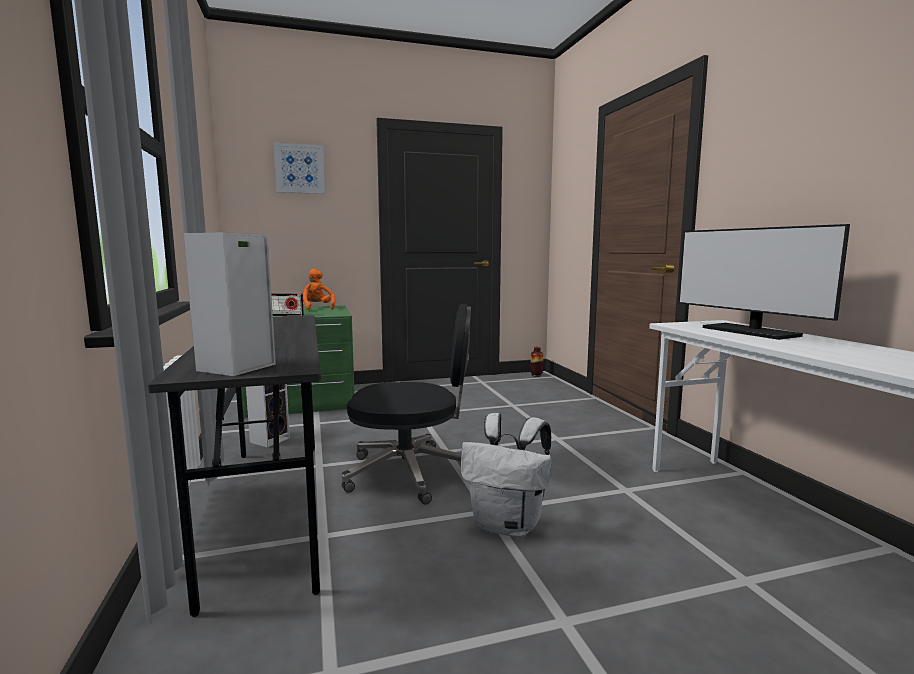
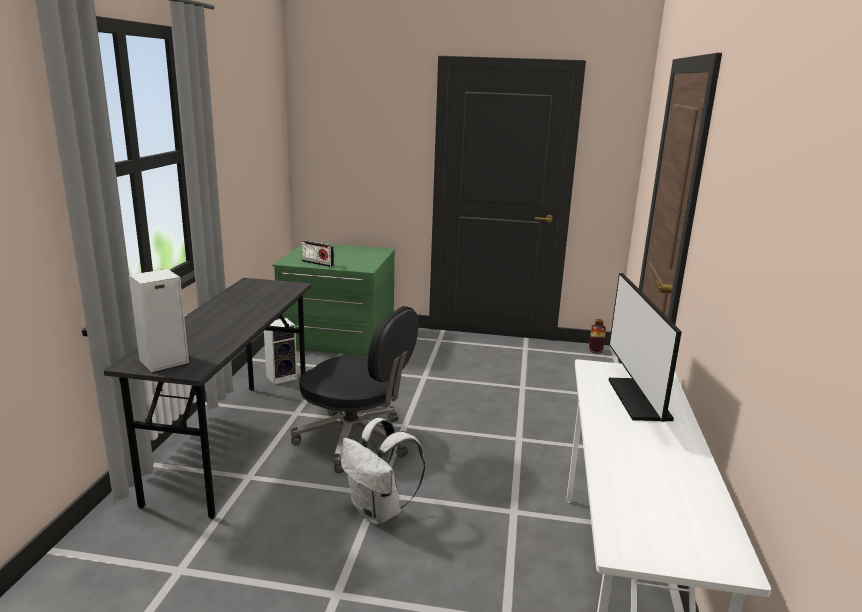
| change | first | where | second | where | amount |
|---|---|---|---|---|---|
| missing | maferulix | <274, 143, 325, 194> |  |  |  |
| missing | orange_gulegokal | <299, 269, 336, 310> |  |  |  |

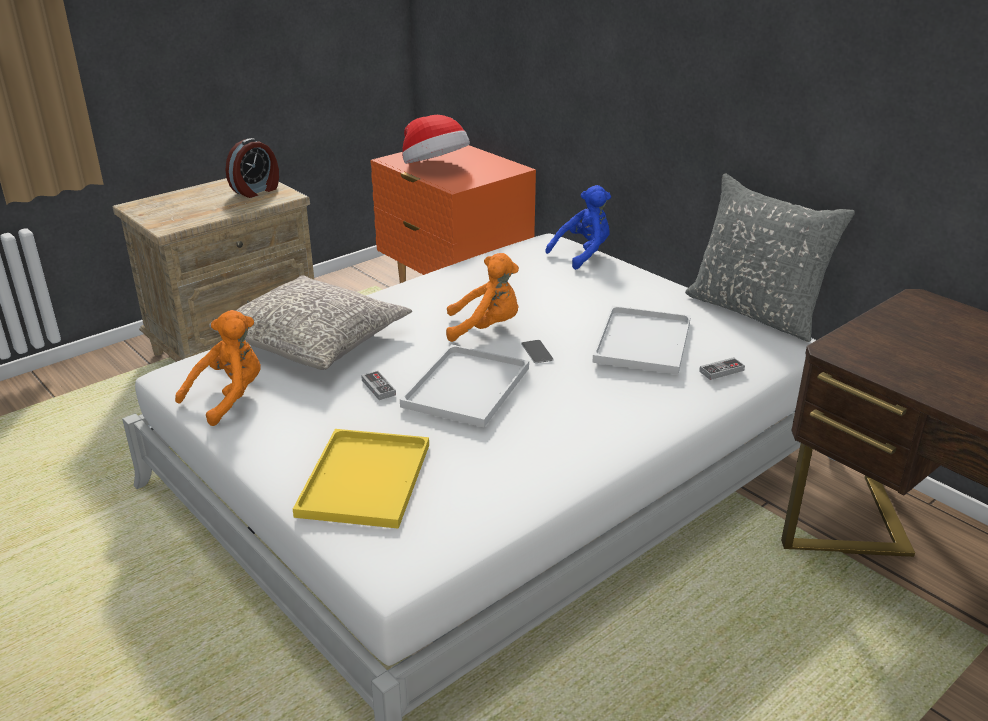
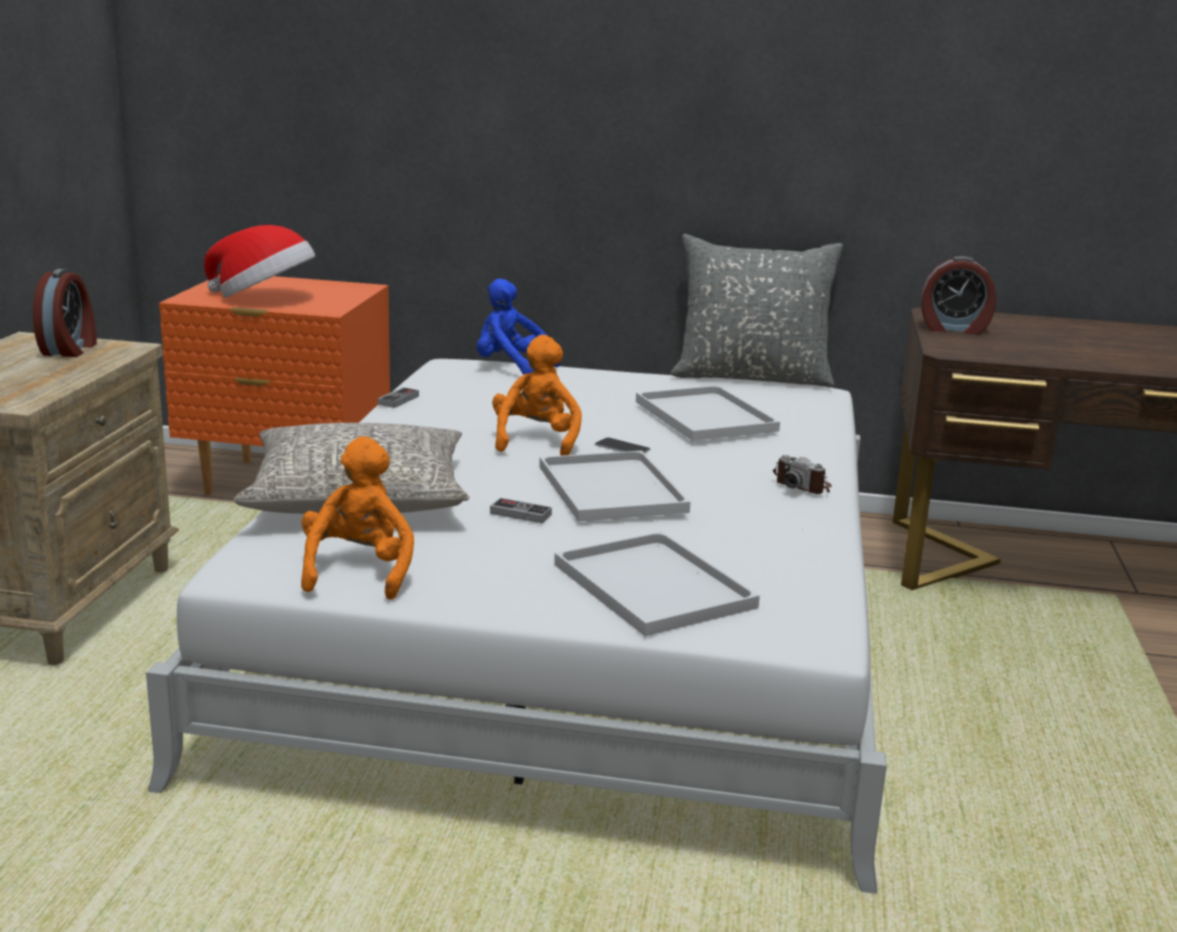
| change | first | where | second | where | amount |
|---|---|---|---|---|---|
| spun | blue_gulegokal | <545, 185, 611, 270> |  | <476, 278, 561, 375> | 75 degrees counterclockwise |
| spun | orange_gulegokal | <446, 253, 519, 342> |  | <492, 335, 582, 456> | 45 degrees counterclockwise |
| relocated | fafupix | <699, 357, 745, 380> |  | <378, 387, 419, 408> |  |
| colour | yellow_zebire | <293, 429, 429, 529> | white_zebire | <554, 531, 760, 636> |  |
| appeared |  |  | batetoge | <920, 256, 996, 335> |  |
| appeared |  |  | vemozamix | <773, 455, 832, 494> |  |

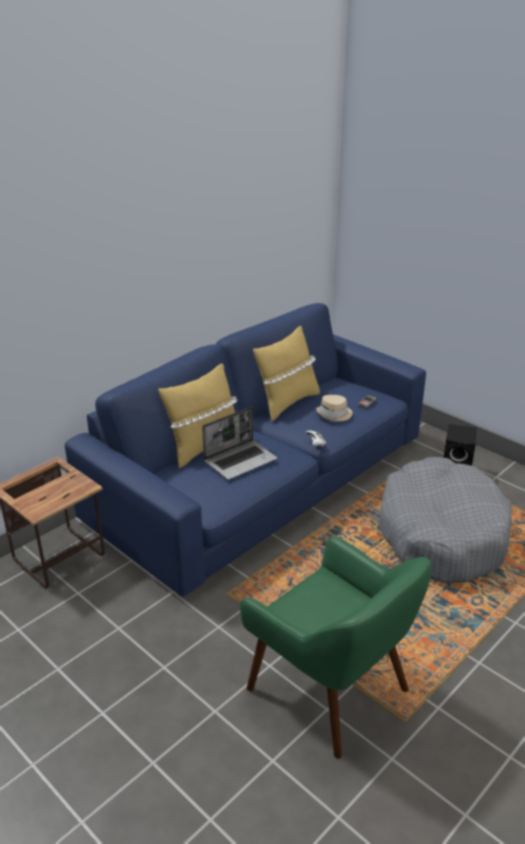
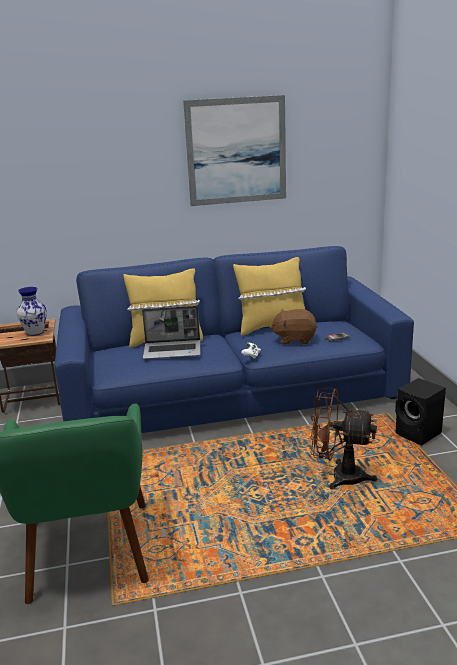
| change | first | where | second | where | amount |
|---|---|---|---|---|---|
| exchanged | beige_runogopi | <316, 395, 353, 422> | brown_gulegokal | <270, 309, 317, 345> |  |
| exchanged | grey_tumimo | <377, 457, 512, 584> | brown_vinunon | <310, 388, 377, 490> |  |
| appeared |  |  | maferulix | <183, 95, 286, 206> |  |
| appeared |  |  | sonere | <16, 287, 47, 336> |  |

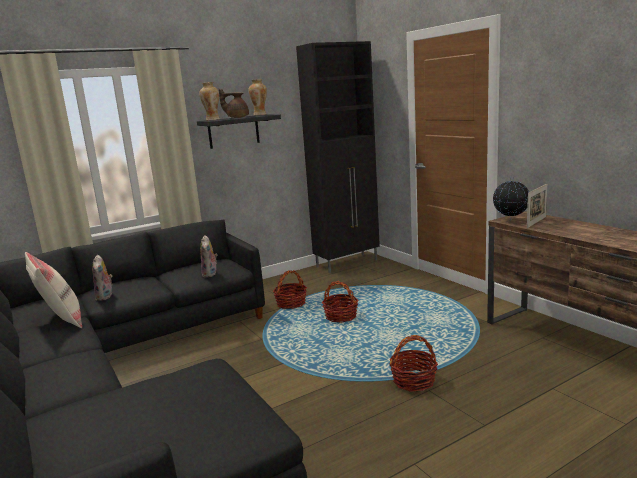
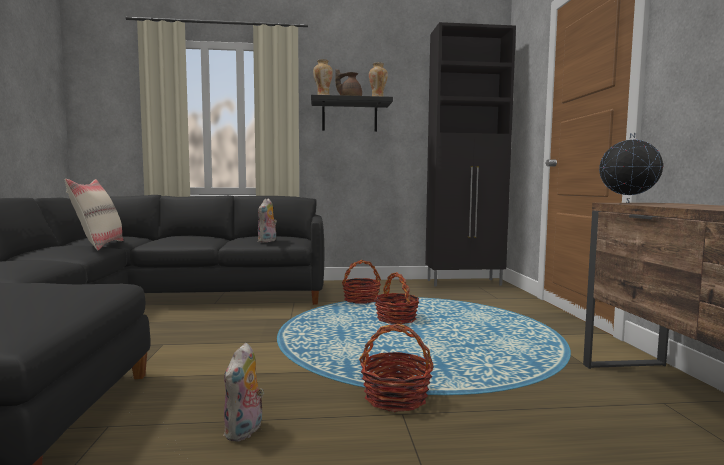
| change | first | where | second | where | amount |
|---|---|---|---|---|---|
| missing | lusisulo | <527, 184, 547, 228> |  |  |  |
| relocated | gulegokal | <92, 255, 113, 301> |  | <223, 343, 264, 442> |  |

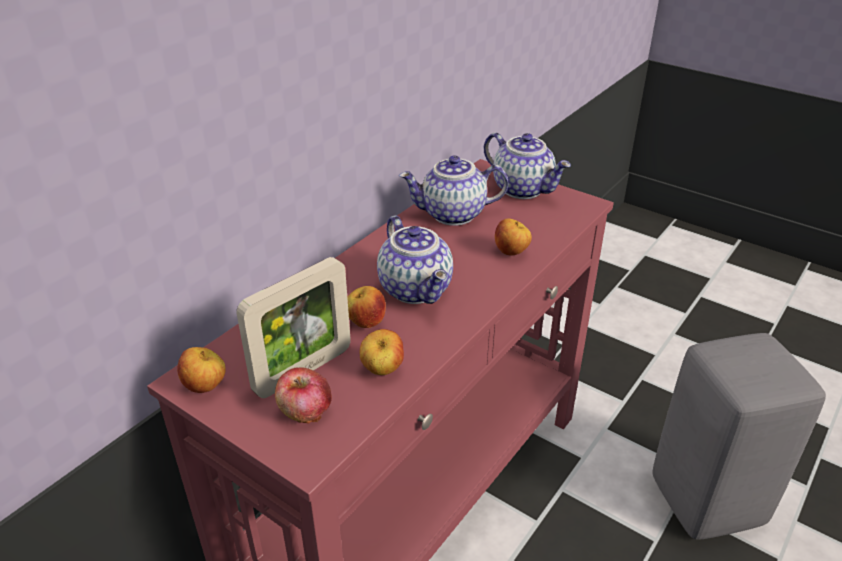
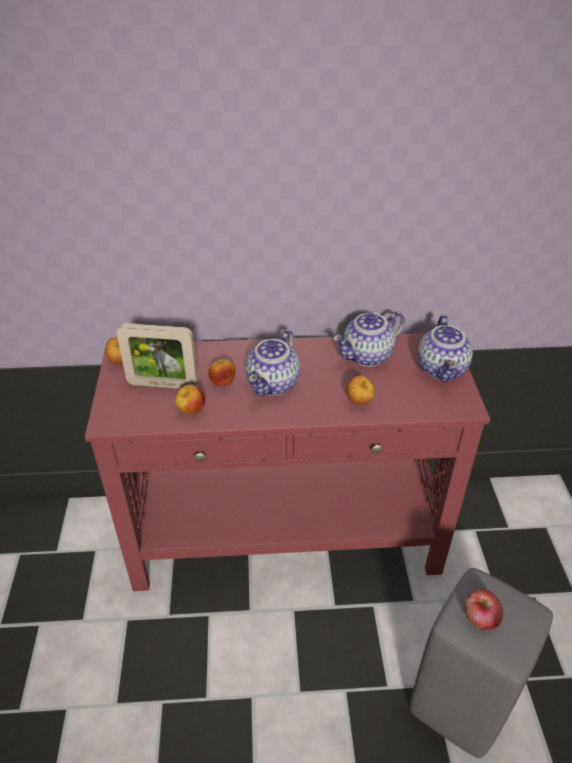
| change | first | where | second | where | amount |
|---|---|---|---|---|---|
| spun | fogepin | <399, 155, 508, 226> |  | <333, 312, 405, 367> | 75 degrees counterclockwise |
| relocated | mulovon | <275, 368, 332, 424> |  | <465, 589, 503, 631> |  |

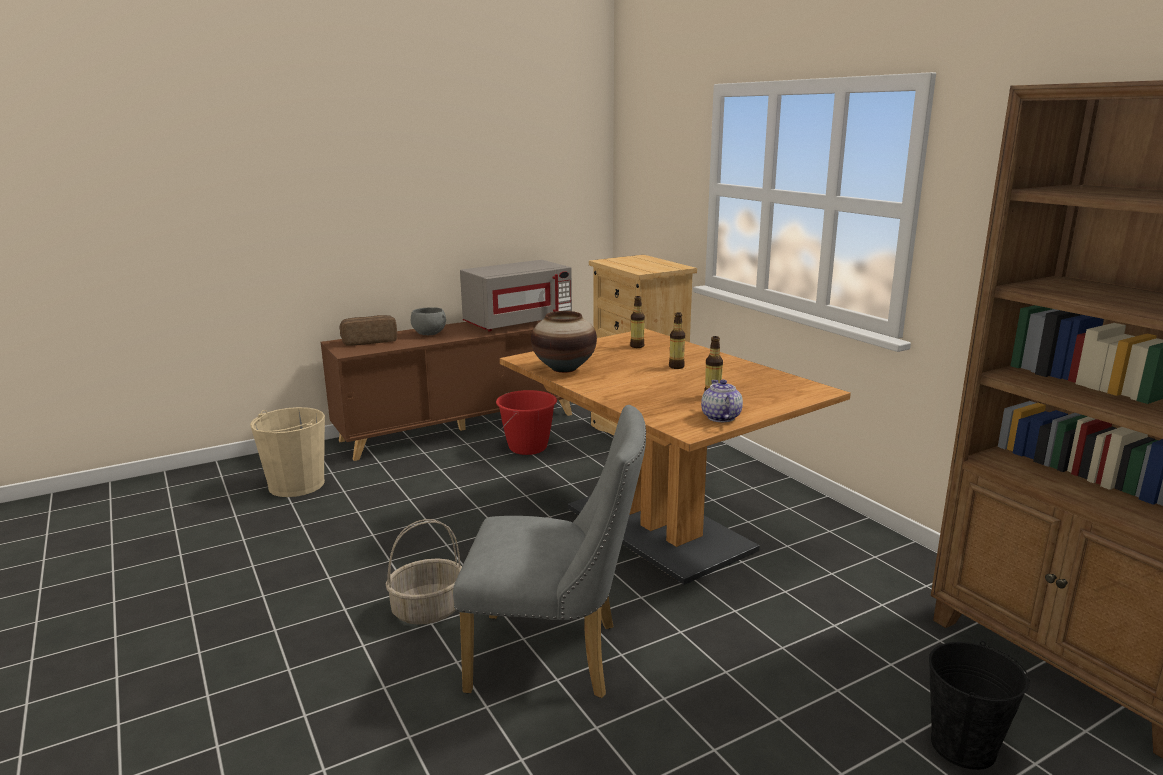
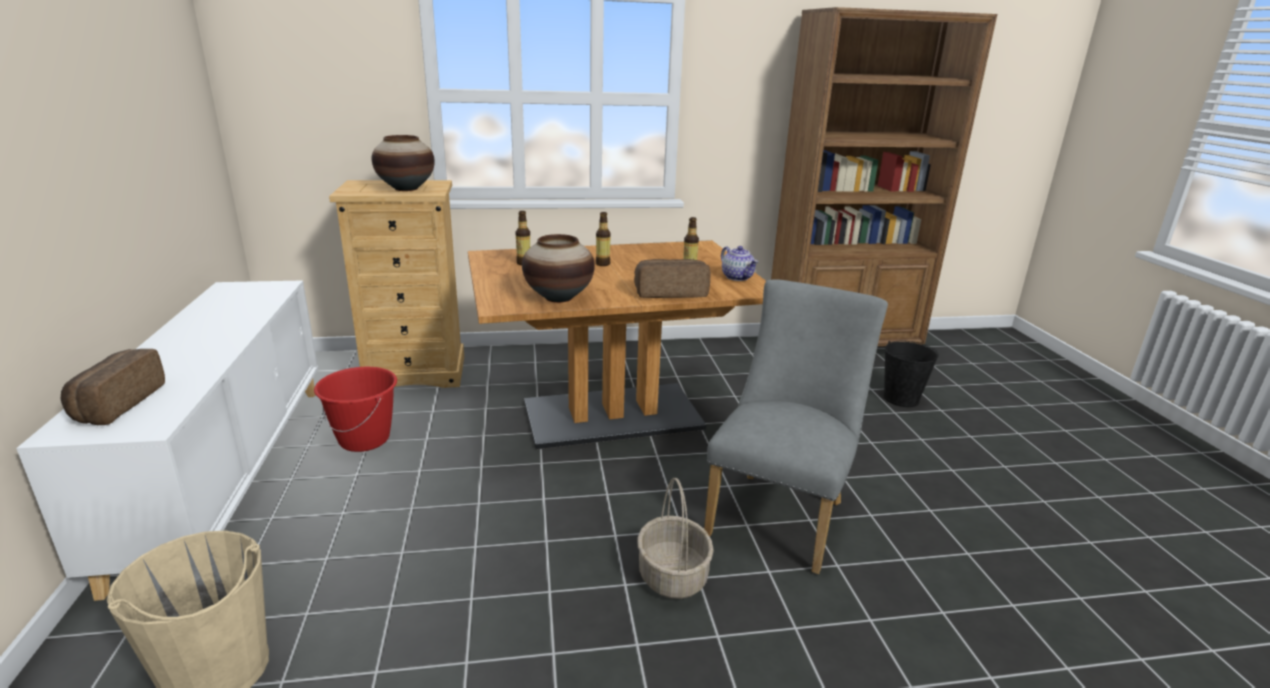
| change | first | where | second | where | amount |
|---|---|---|---|---|---|
| missing | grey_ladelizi | <460, 260, 572, 331> |  |  |  |
| missing | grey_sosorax | <411, 307, 446, 335> |  |  |  |
| colour | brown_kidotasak | <321, 320, 572, 461> | white_kidotasak | <16, 280, 318, 601> |  |
| spun | fogepin | <701, 380, 743, 422> |  | <721, 246, 759, 281> | 135 degrees counterclockwise |
| appeared |  |  | sonere | <372, 135, 435, 191> |  |
| appeared |  |  | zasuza | <634, 259, 710, 298> |  |

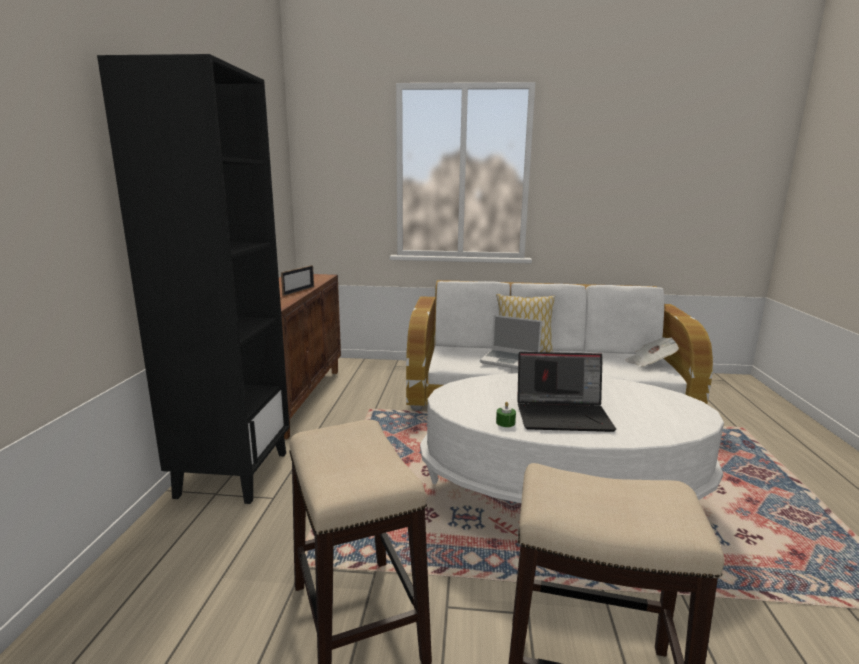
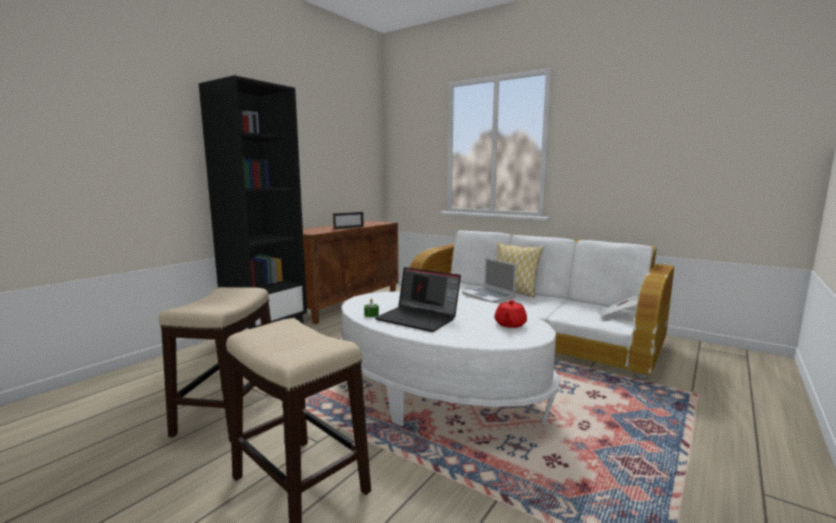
| change | first | where | second | where | amount |
|---|---|---|---|---|---|
| appeared |  |  | red_fogepin | <494, 300, 527, 328> |  |

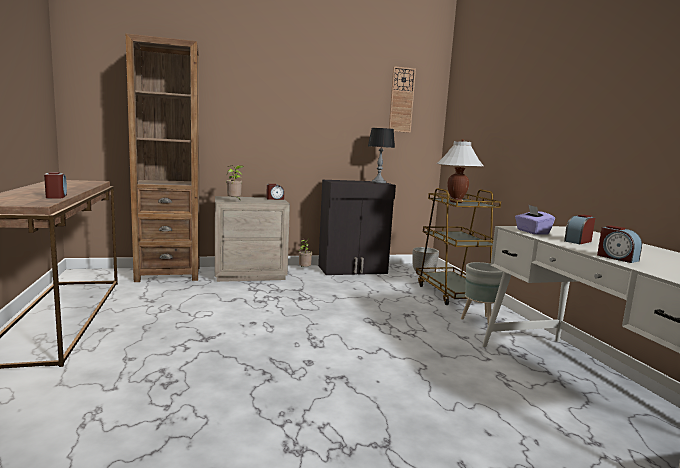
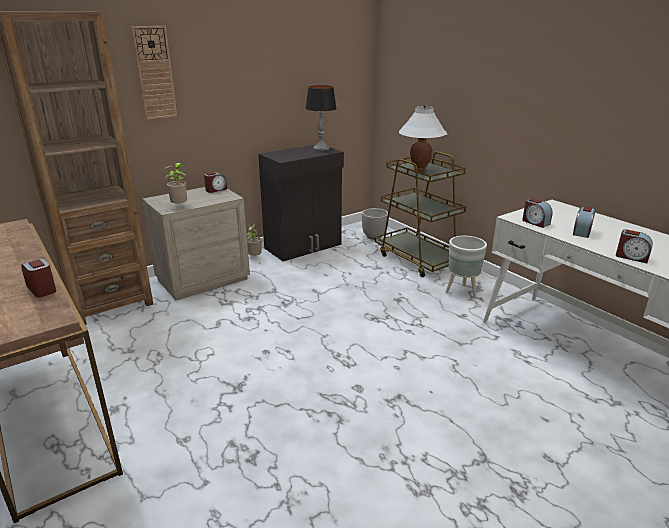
| change | first | where | second | where | amount |
|---|---|---|---|---|---|
| relocated | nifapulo | <389, 66, 416, 133> |  | <131, 26, 177, 120> |  |
| exchanged | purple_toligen | <515, 205, 555, 234> | batetoge | <522, 198, 553, 228> |  |

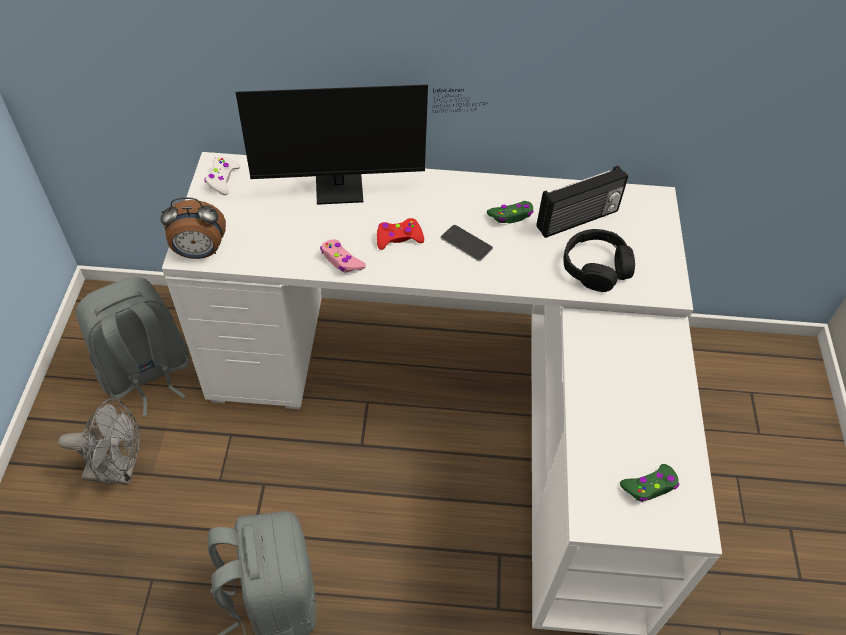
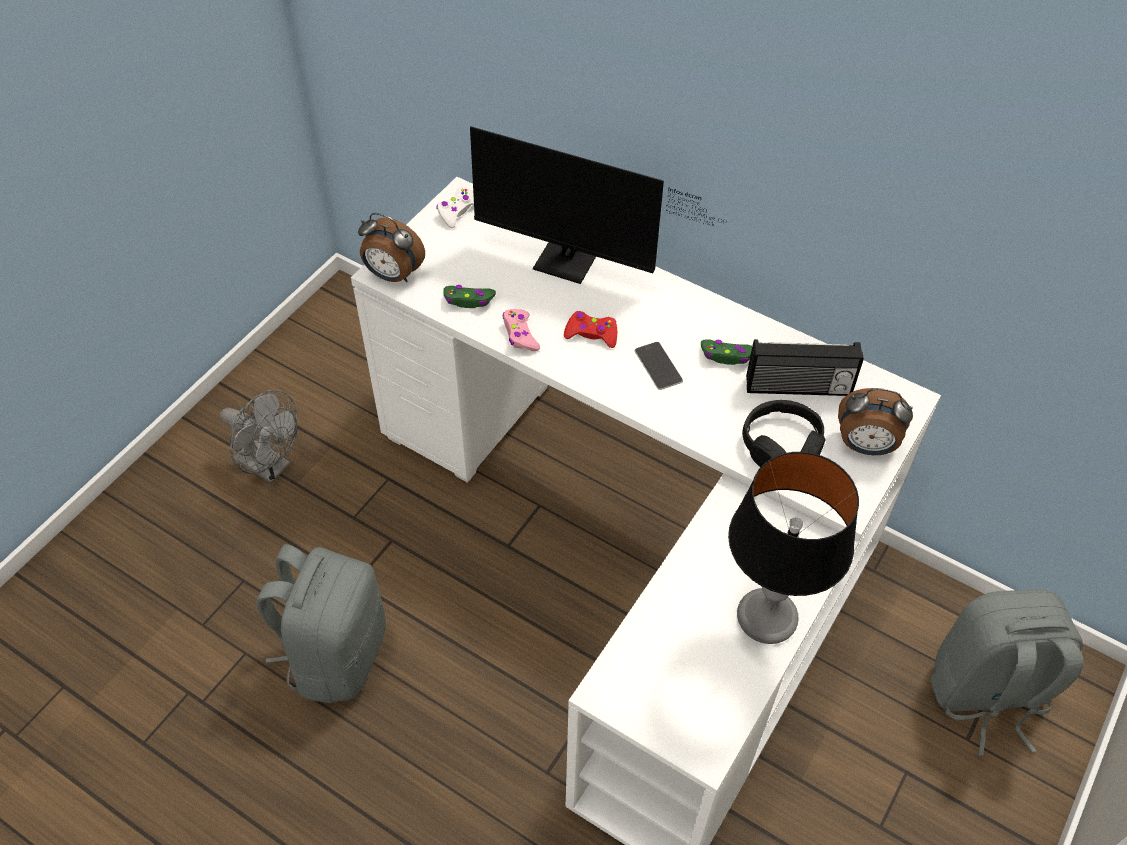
| change | first | where | second | where | amount |
|---|---|---|---|---|---|
| relocated | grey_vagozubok | <76, 277, 190, 417> |  | <930, 589, 1084, 756> |  |
| relocated | green_fafupix | <620, 464, 679, 502> |  | <443, 285, 496, 308> |  |
| appeared |  |  | batetoge | <838, 388, 913, 455> |  |
| appeared |  |  | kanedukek | <728, 452, 859, 644> |  |

